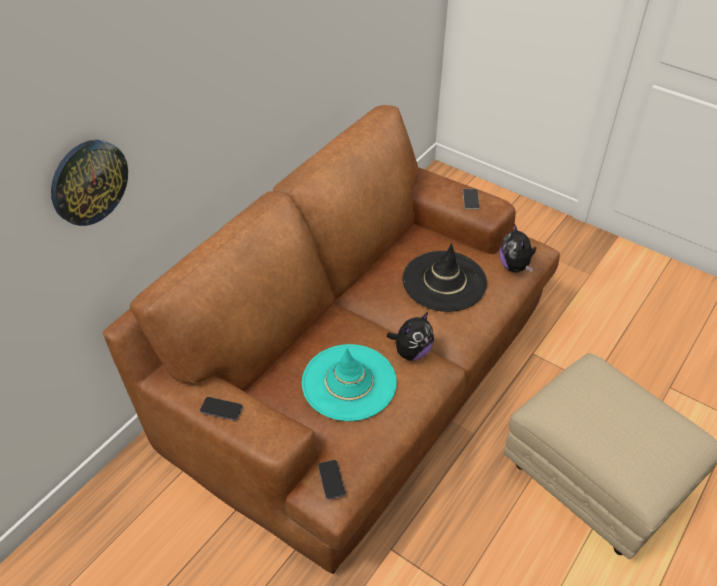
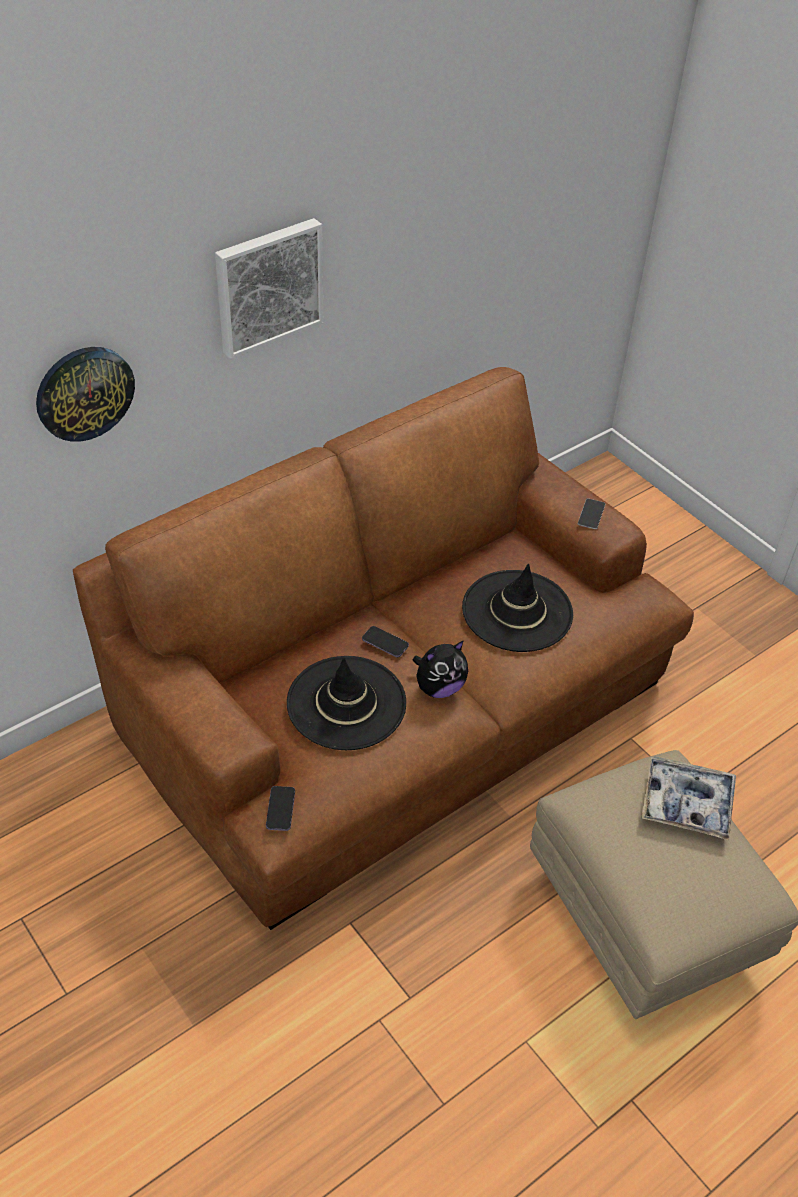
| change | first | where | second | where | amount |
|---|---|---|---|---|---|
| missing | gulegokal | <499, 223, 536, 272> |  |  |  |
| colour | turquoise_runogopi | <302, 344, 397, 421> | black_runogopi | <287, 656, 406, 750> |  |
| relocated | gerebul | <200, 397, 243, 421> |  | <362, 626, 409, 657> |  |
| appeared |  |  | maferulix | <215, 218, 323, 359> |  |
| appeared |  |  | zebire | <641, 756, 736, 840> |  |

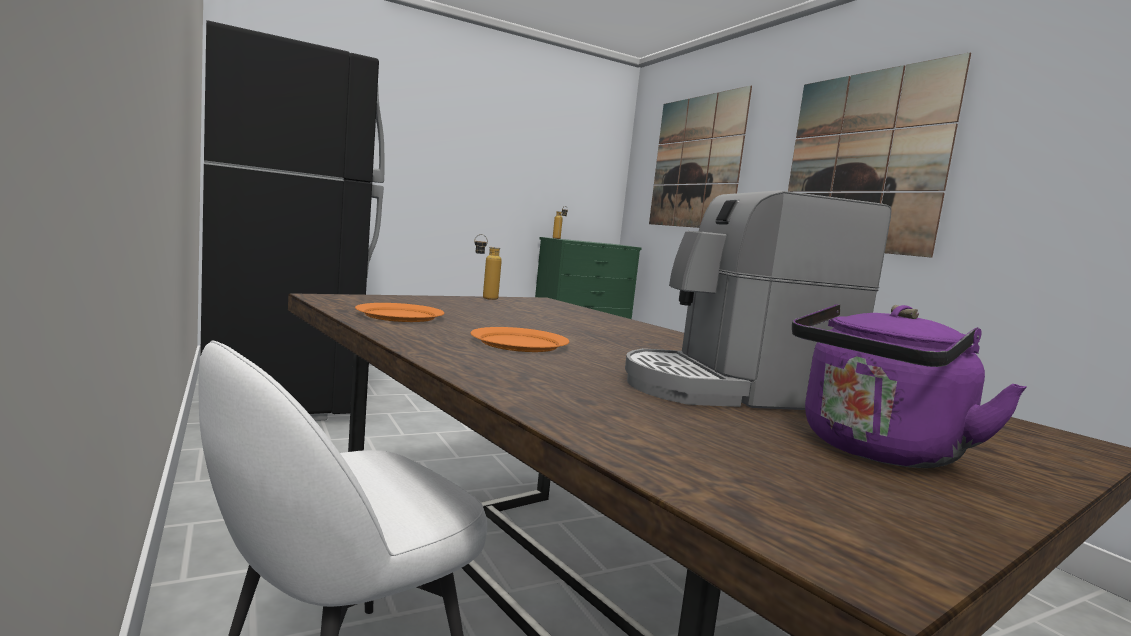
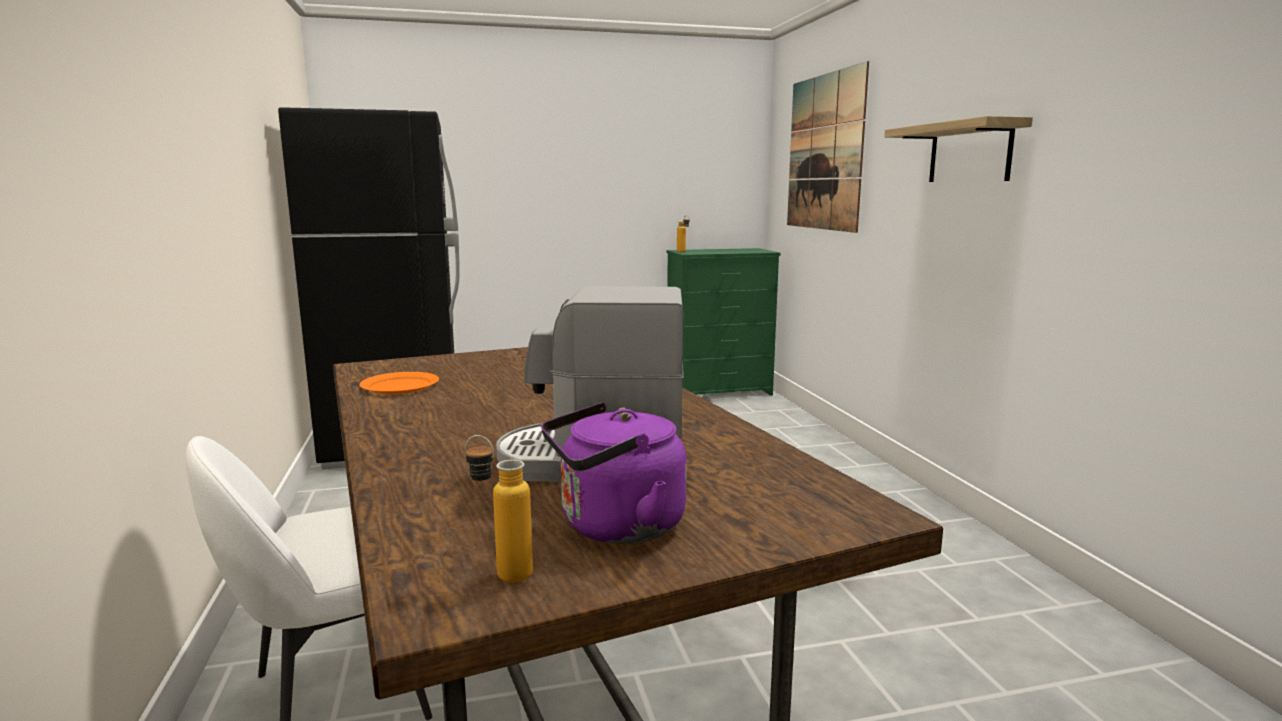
| change | first | where | second | where | amount |
|---|---|---|---|---|---|
| exchanged | maferulix | <788, 52, 971, 258> | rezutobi | <884, 116, 1033, 182> |  |
| relocated | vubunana | <474, 234, 502, 300> |  | <466, 435, 533, 583> |  |
| missing | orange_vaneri | <470, 327, 569, 352> |  |  |  |

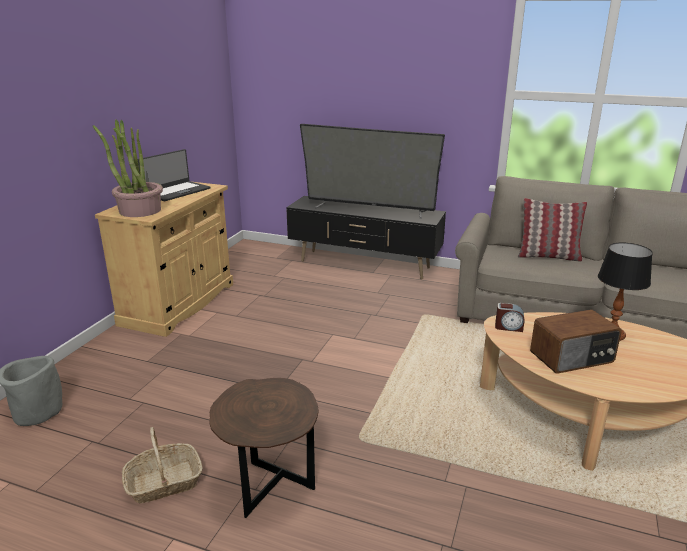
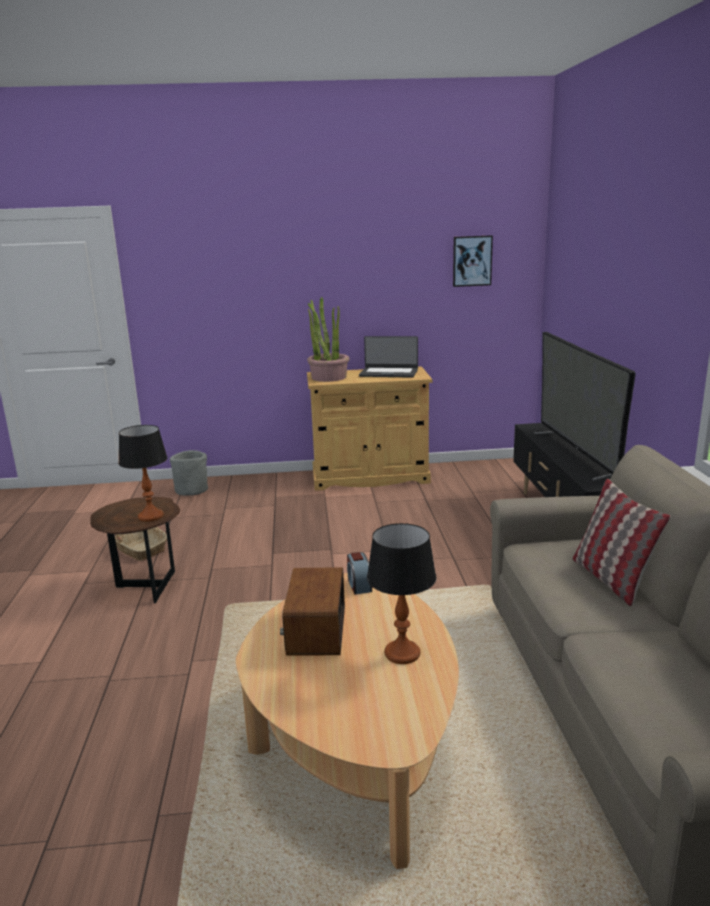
| change | first | where | second | where | amount |
|---|---|---|---|---|---|
| spun | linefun | <530, 309, 622, 374> |  | <280, 567, 345, 656> | 45 degrees clockwise |
| appeared |  |  | maferulix | <453, 235, 493, 287> |  |
| appeared |  |  | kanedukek | <118, 425, 167, 522> |  |

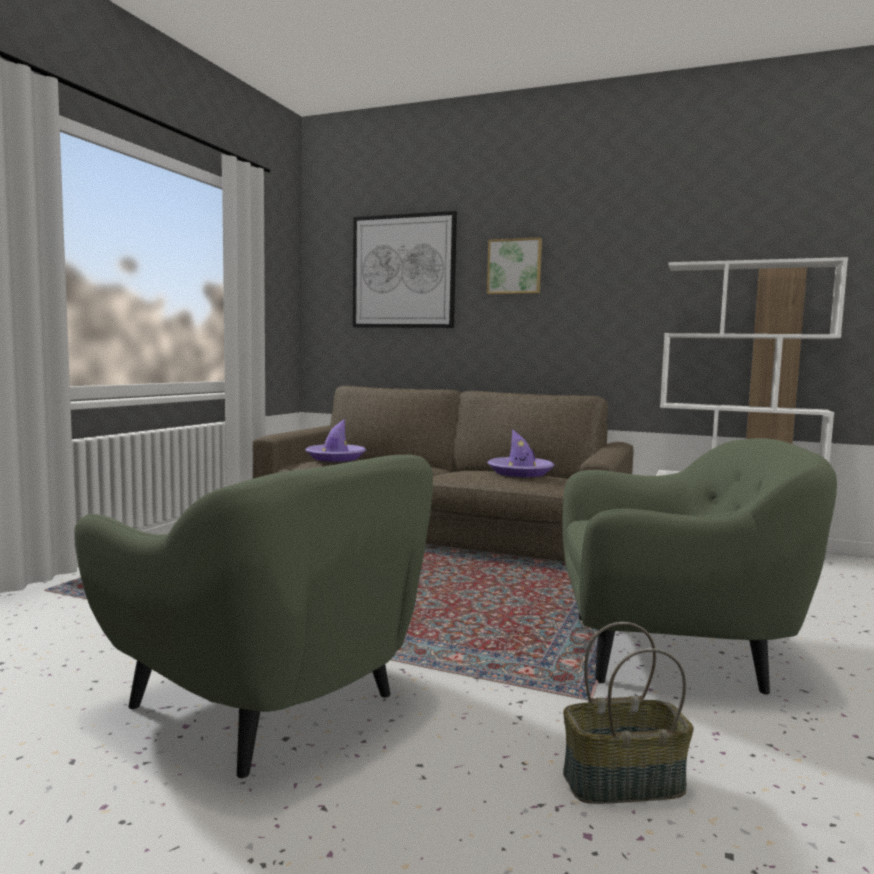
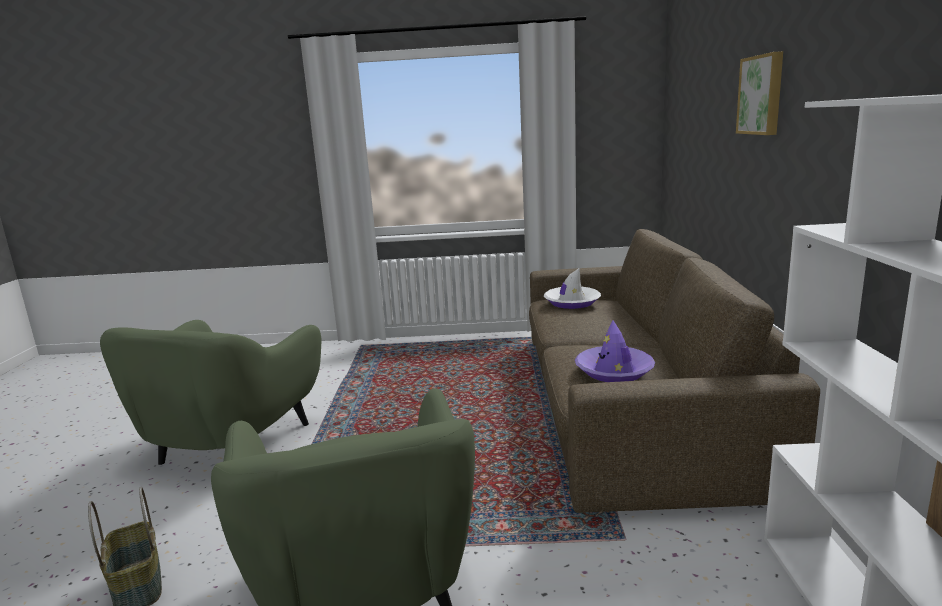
| change | first | where | second | where | amount |
|---|---|---|---|---|---|
| missing | maferulix | <353, 211, 457, 328> |  |  |  |
| colour | purple_runogopi | <305, 419, 366, 462> | white_runogopi | <544, 268, 601, 309> |  |

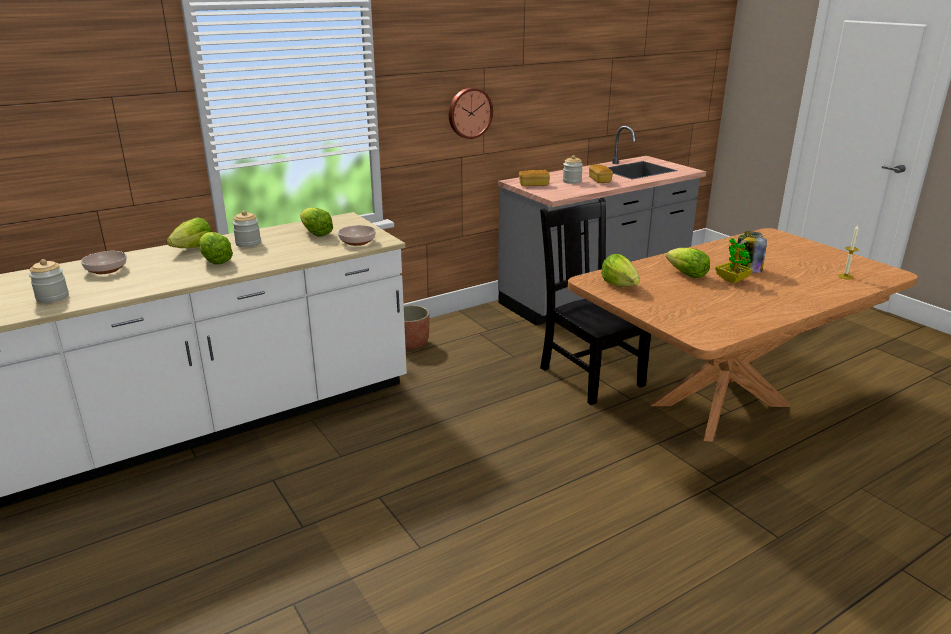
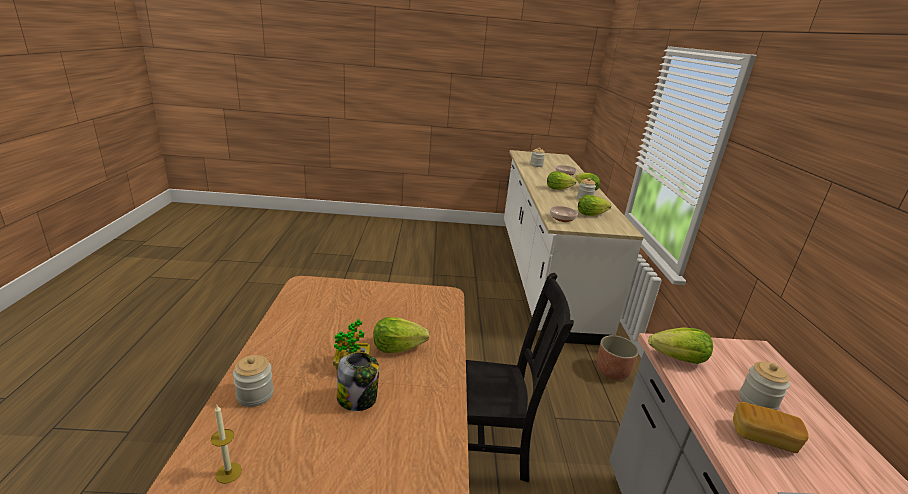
| change | first | where | second | where | amount |
|---|---|---|---|---|---|
| missing | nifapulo | <449, 88, 493, 139> |  |  |  |
| missing | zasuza | <519, 170, 550, 186> |  |  |  |
| relocated | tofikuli | <601, 254, 640, 287> |  | <649, 327, 713, 364> |  |
| appeared |  |  | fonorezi | <233, 355, 274, 407> |  |

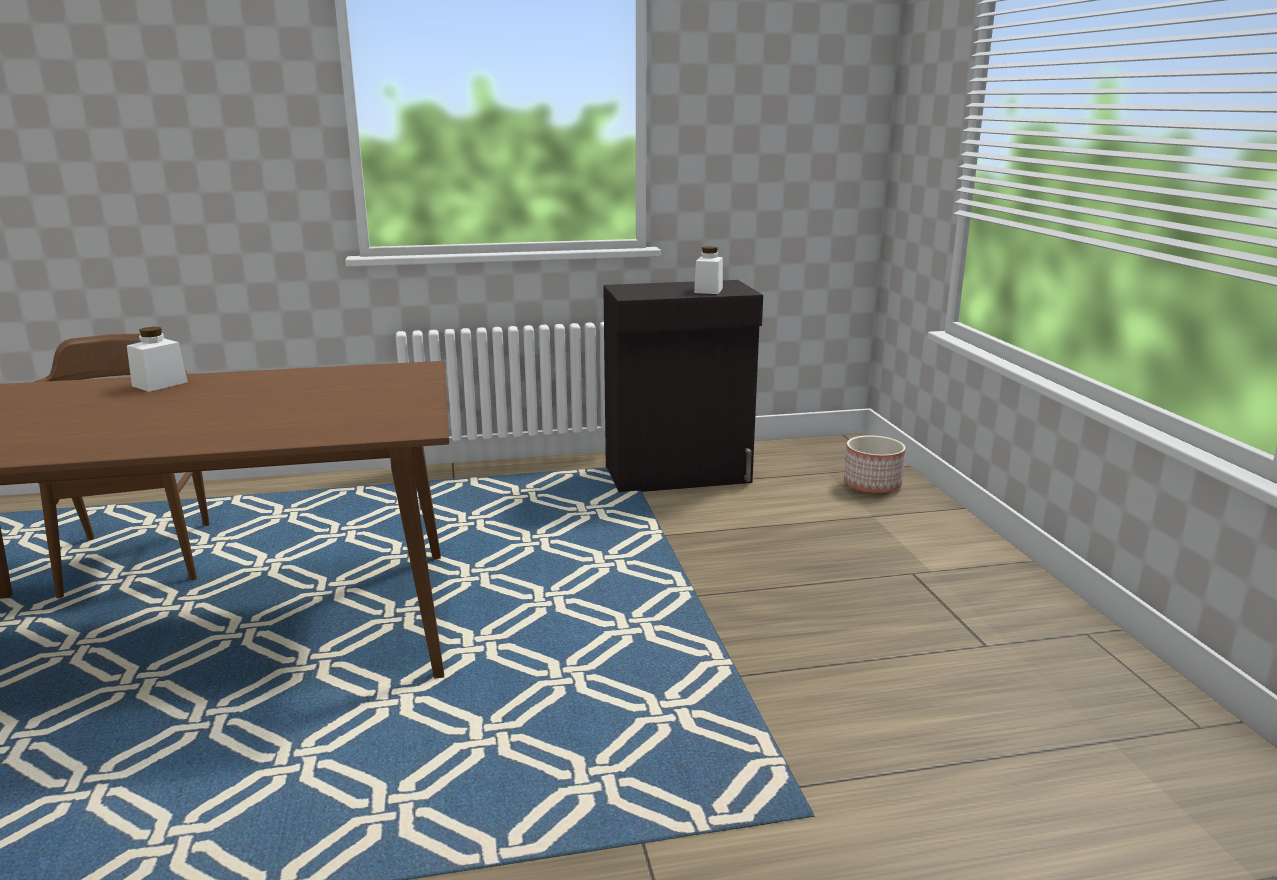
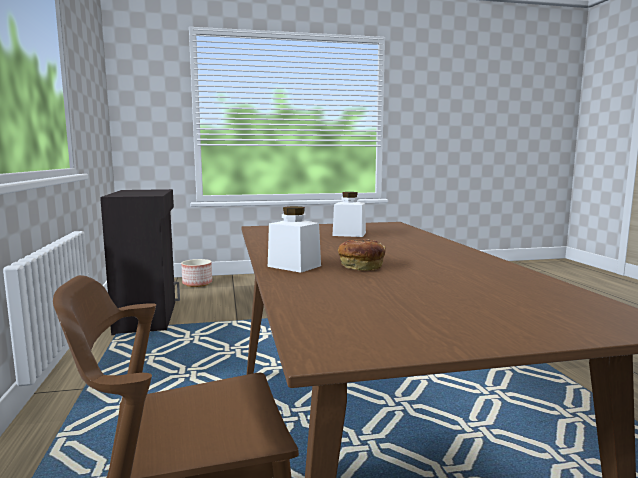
| change | first | where | second | where | amount |
|---|---|---|---|---|---|
| relocated | white_fonorezi | <694, 246, 723, 294> |  | <332, 192, 366, 237> |  |
| appeared |  |  | zasuza | <338, 239, 386, 271> |  |

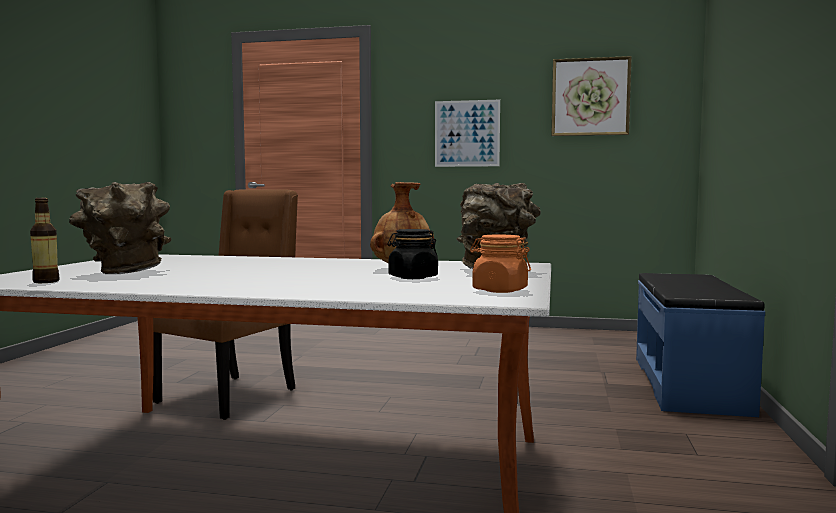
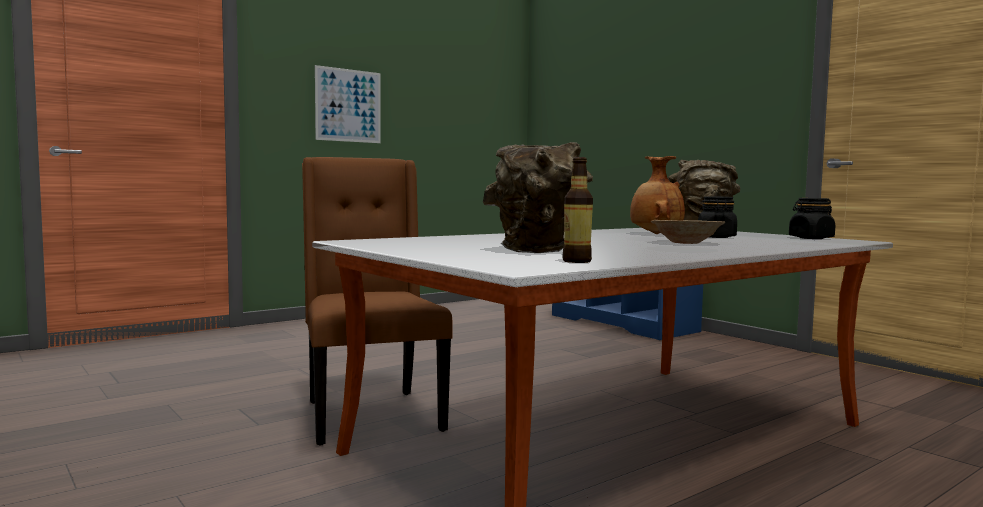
| change | first | where | second | where | amount |
|---|---|---|---|---|---|
| missing | maferulix | <551, 56, 631, 136> |  |  |  |
| colour | orange_fonorezi | <470, 235, 531, 293> | black_fonorezi | <789, 198, 835, 239> |  |
| appeared |  |  | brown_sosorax | <651, 220, 725, 244> |  |

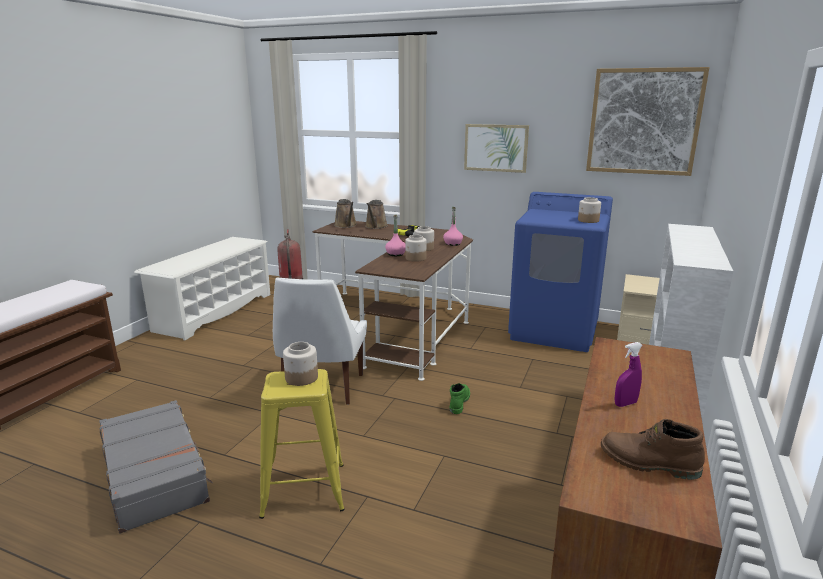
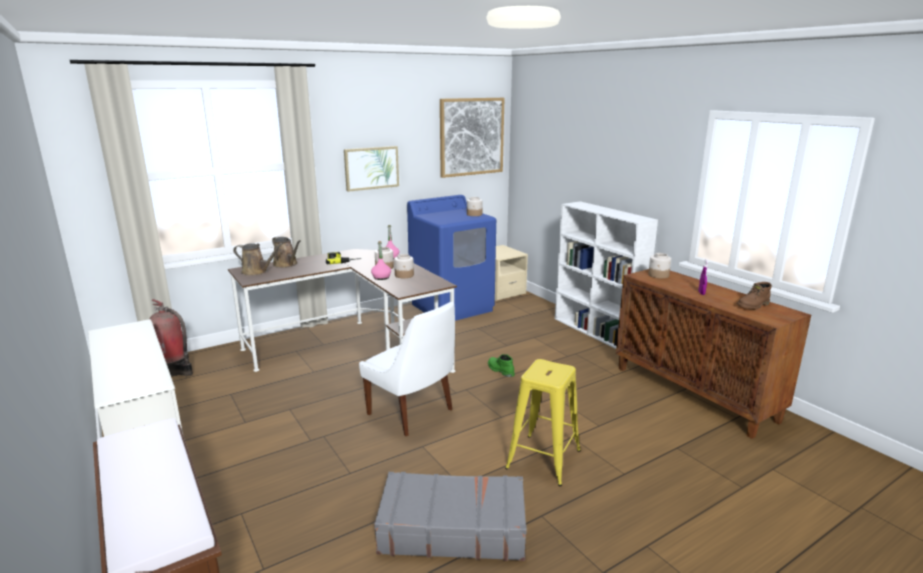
| change | first | where | second | where | amount |
|---|---|---|---|---|---|
| relocated | fonorezi | <283, 342, 318, 386> |  | <648, 253, 671, 279> |  |

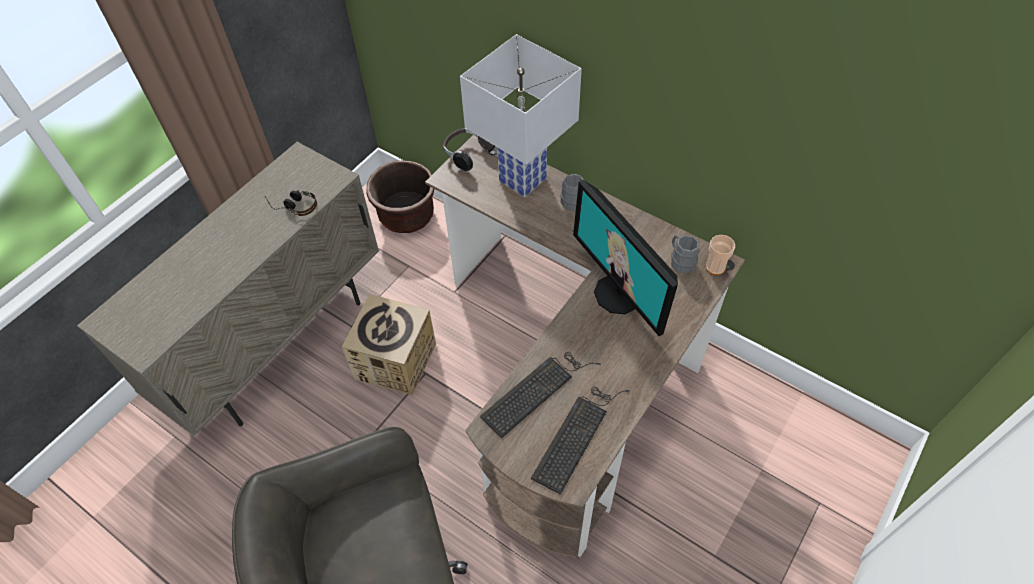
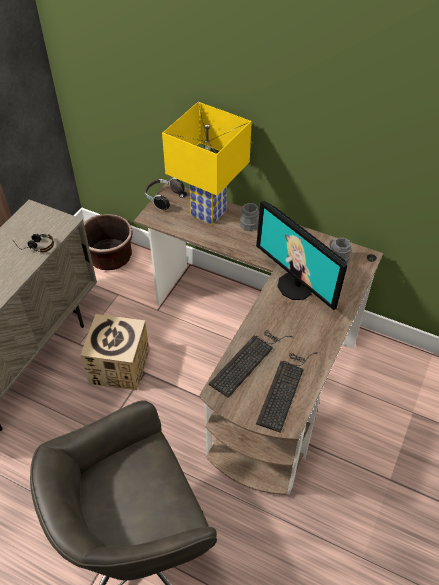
| change | first | where | second | where | amount |
|---|---|---|---|---|---|
| colour | white_kanedukek | <460, 34, 582, 197> | yellow_kanedukek | <162, 102, 252, 225> |  |
| missing | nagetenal | <706, 235, 735, 275> |  |  |  |

